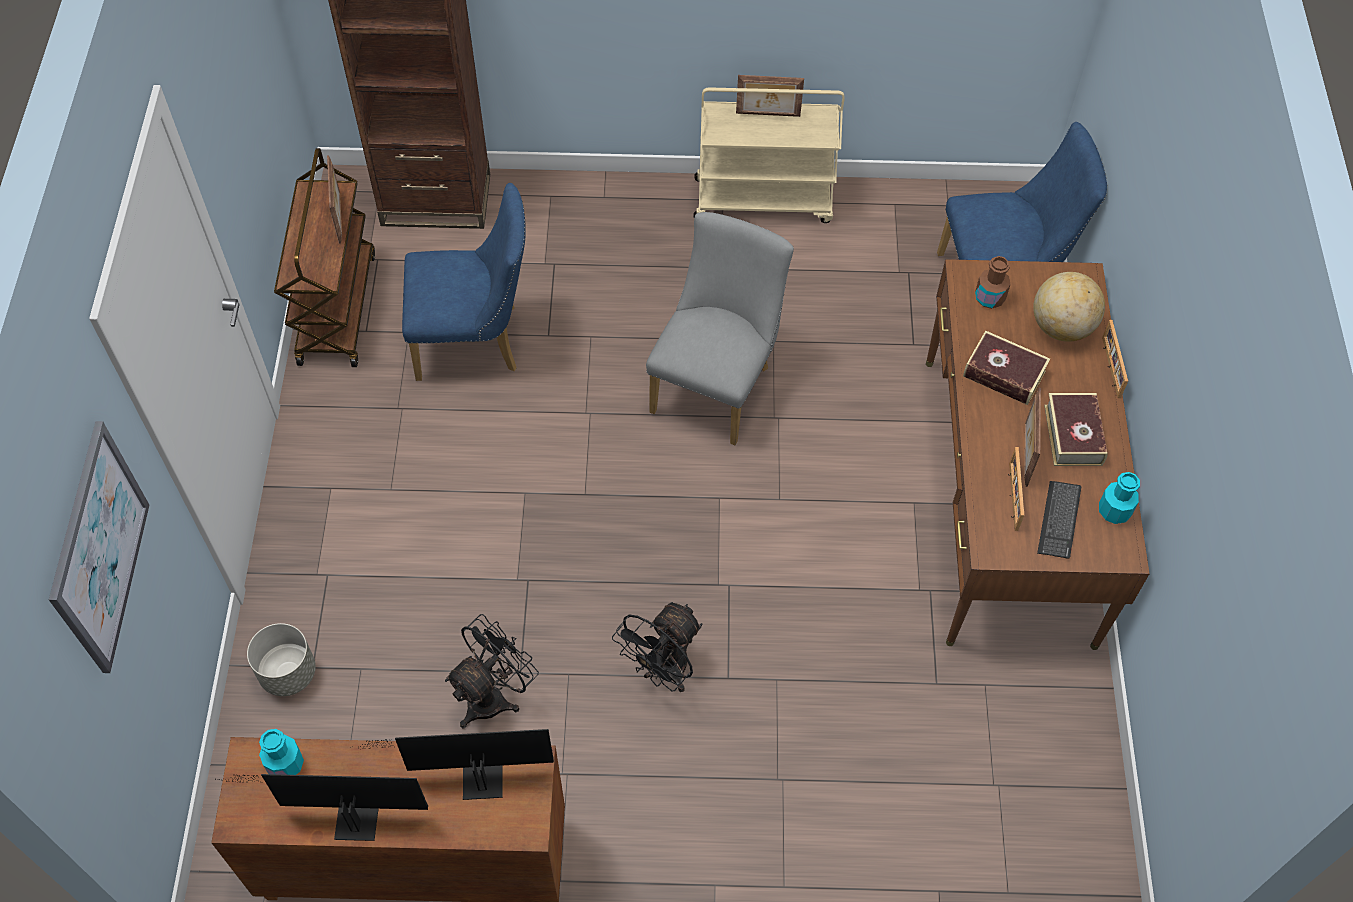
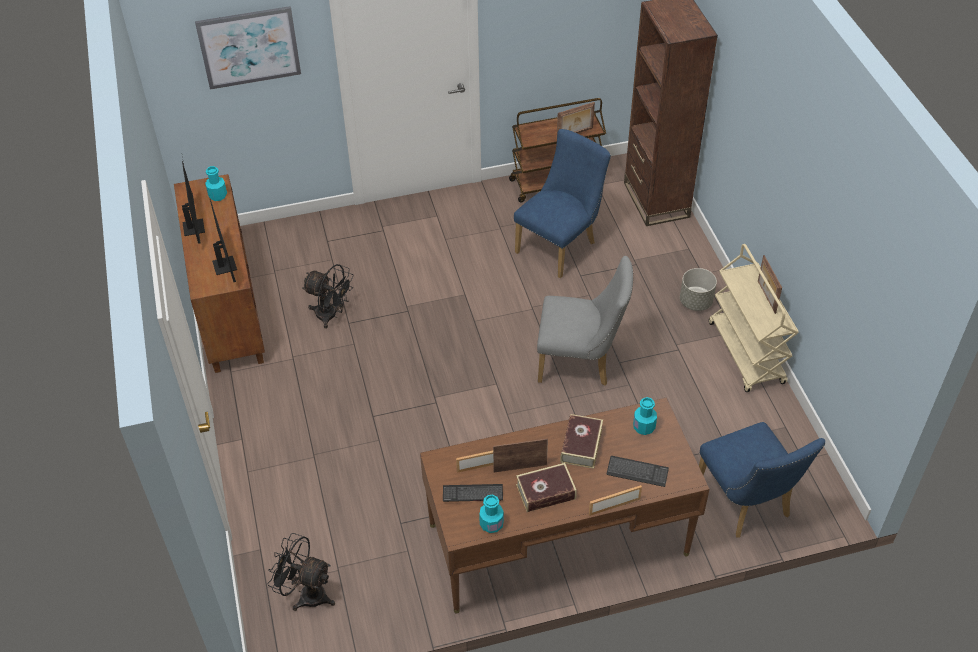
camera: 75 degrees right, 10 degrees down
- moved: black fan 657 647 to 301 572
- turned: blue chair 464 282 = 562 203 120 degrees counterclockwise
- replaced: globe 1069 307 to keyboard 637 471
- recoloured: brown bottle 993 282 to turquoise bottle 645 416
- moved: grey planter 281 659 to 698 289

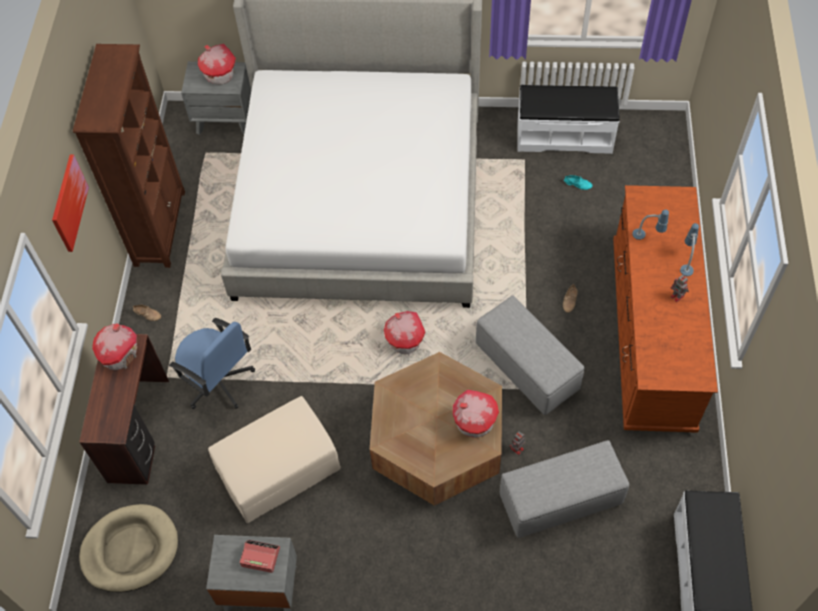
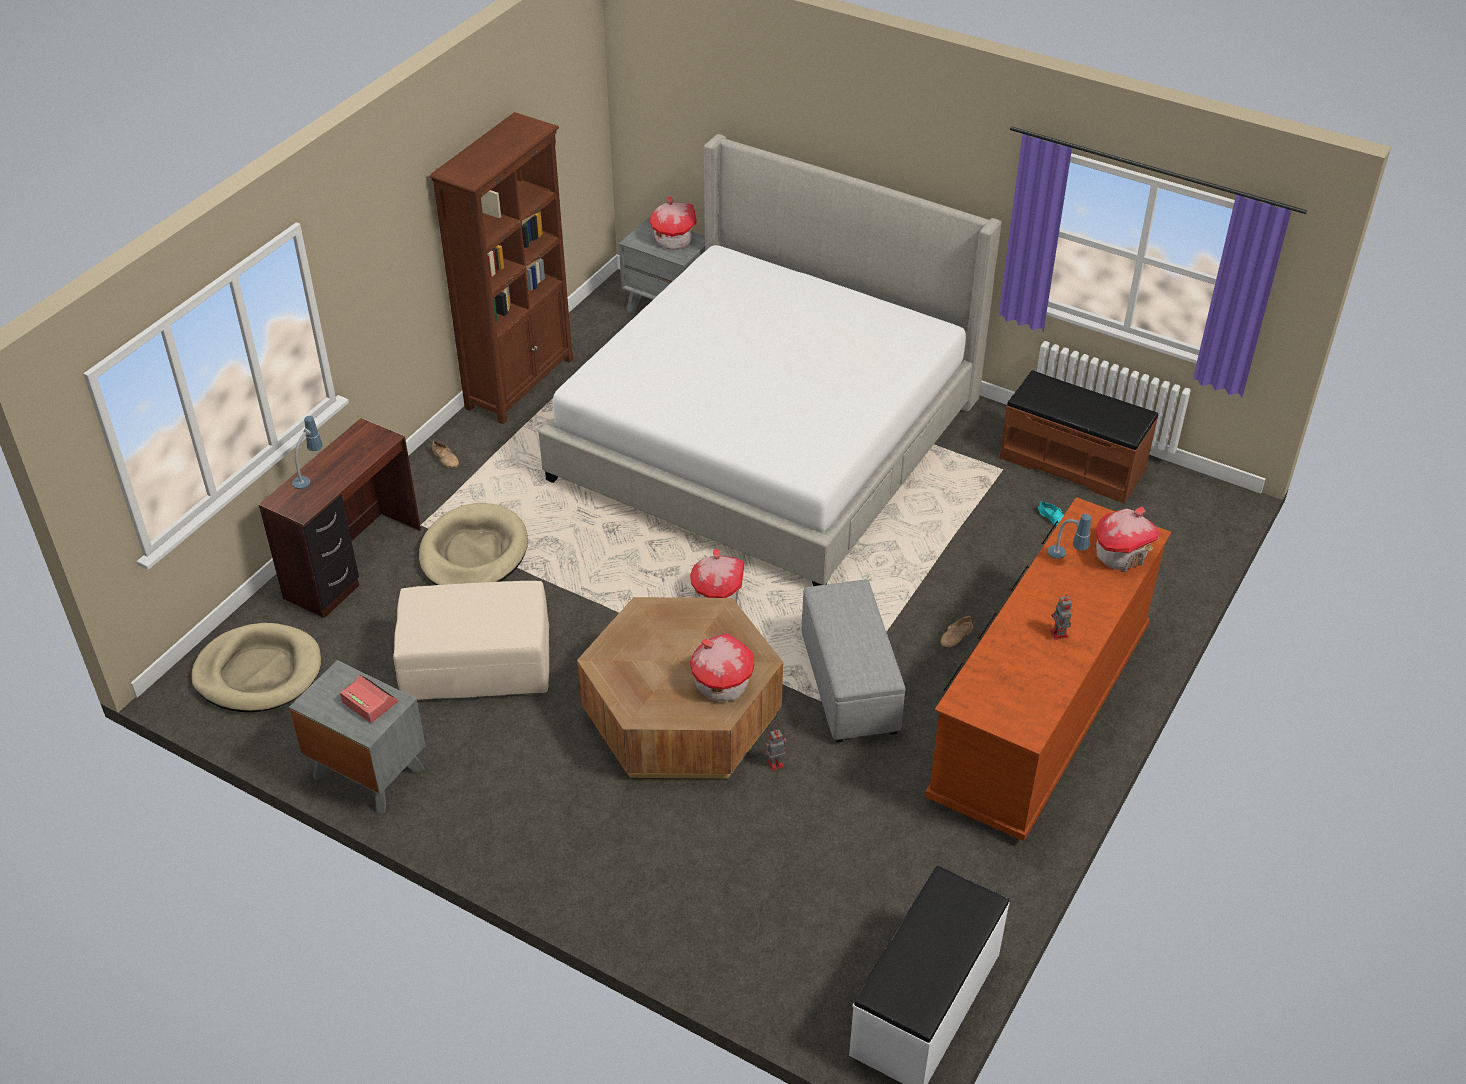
camera: 25 degrees right, 15 degrees down
- moved: table lamp 689 249 to 307 452
- replaced: blue office chair 212 363 to beige dog bed 473 544
- recoloured: white bench 568 119 to brown bench 1079 437
- moved: toy house 114 346 to 1127 539
- removed: picture 70 203
- removed: grey ottoman 564 489

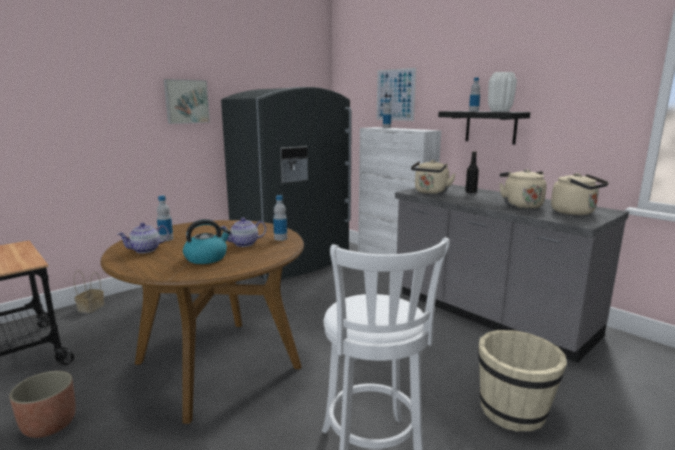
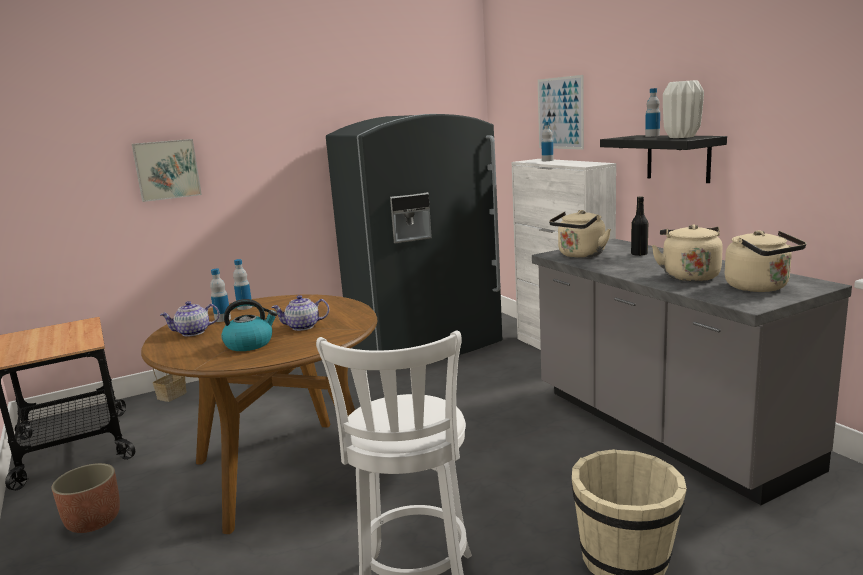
camera: 15 degrees right, 0 degrees up
- moved: picture 187 101 to 167 170
- moved: bottle 280 218 to 243 284

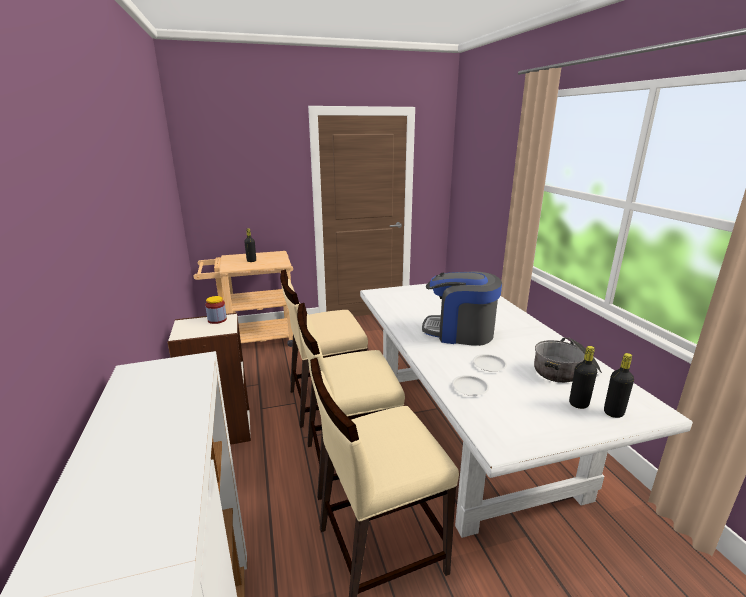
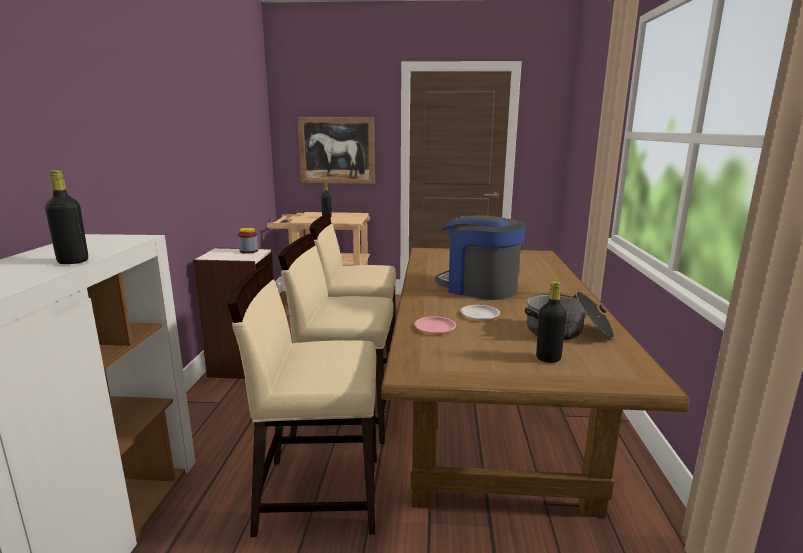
camera: 20 degrees right, 5 degrees down
- moved: black bottle 619 385 to 66 217
- added: picture 336 150
- recoloured: white dining table 526 411 to brown dining table 535 383
- recoloured: white plate 470 385 to pink plate 435 325

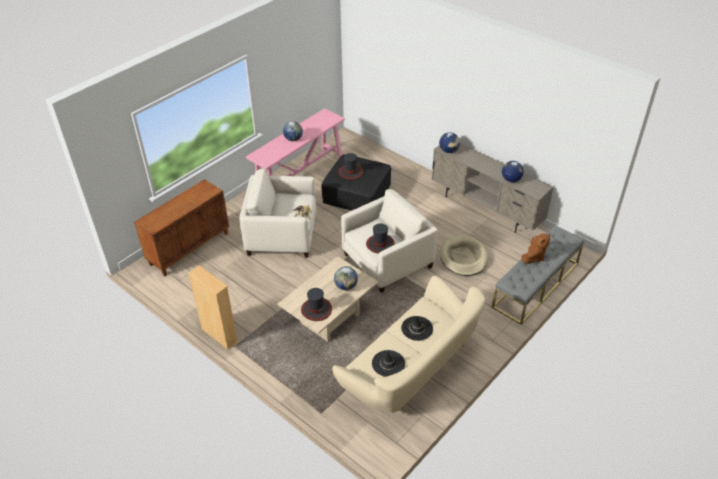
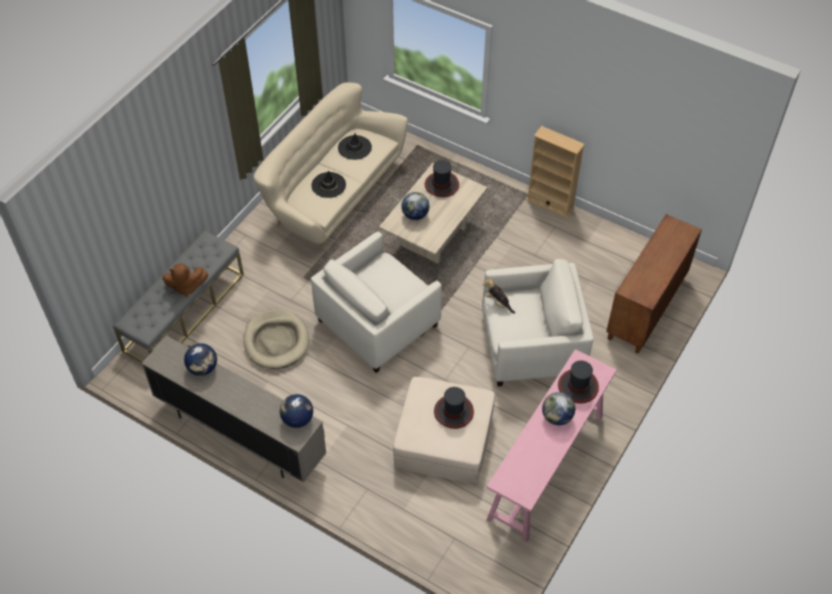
camera: 170 degrees right, 10 degrees up
- turned: brown plush toy 536 249 = 185 280 120 degrees counterclockwise
- recoloured: black ottoman 356 183 to beige ottoman 444 429
- moved: hat 380 238 to 578 382

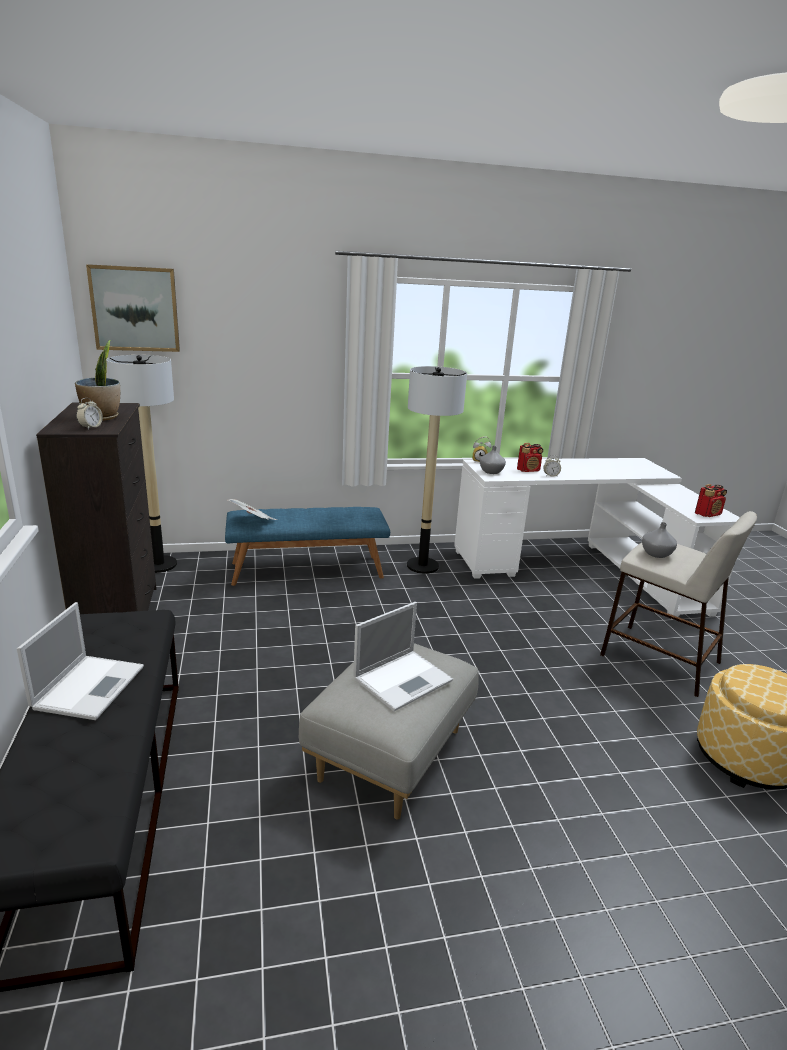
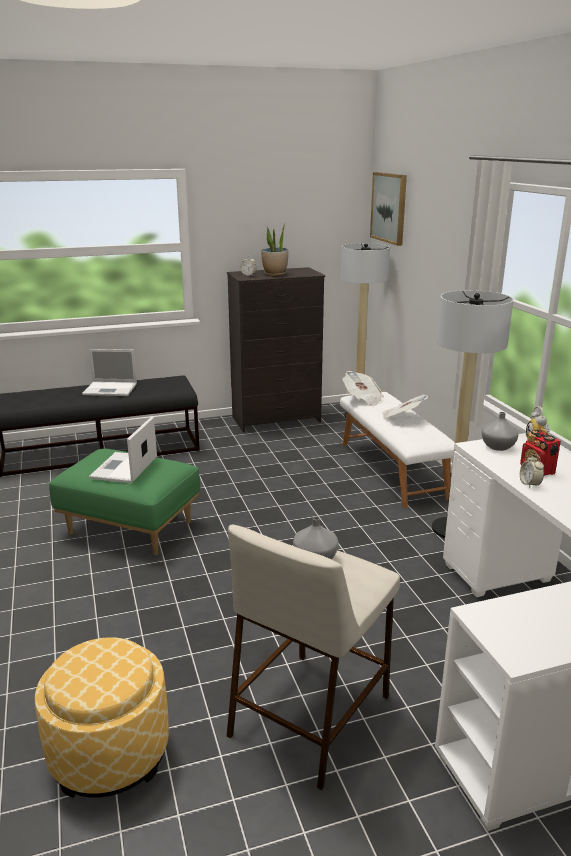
camera: 85 degrees right, 0 degrees up
- recoloured: grey ottoman 389 731 to green ottoman 124 502
- turned: laptop 403 656 = 123 450 60 degrees clockwise
- recoloured: blue bench 307 546 to white bench 397 450
- added: newspaper 405 406
- removed: radio 711 500

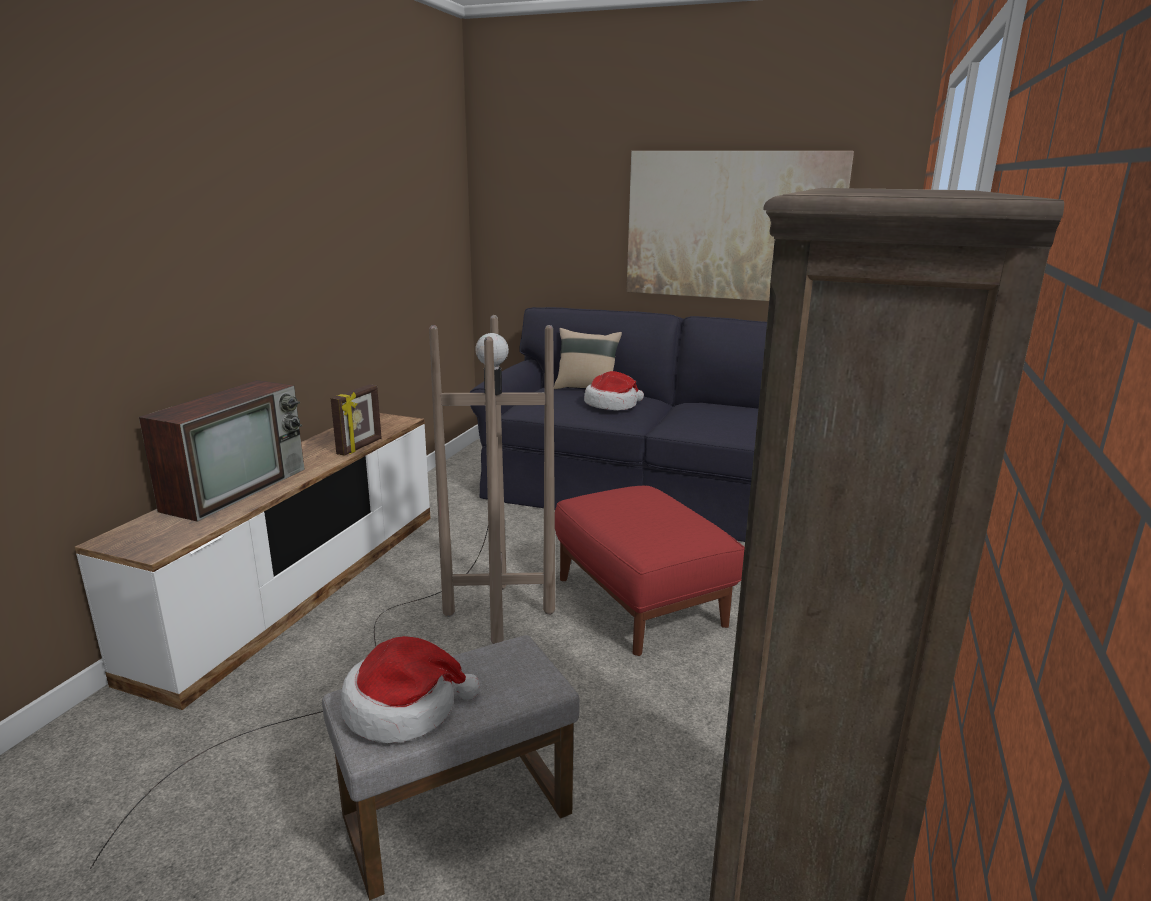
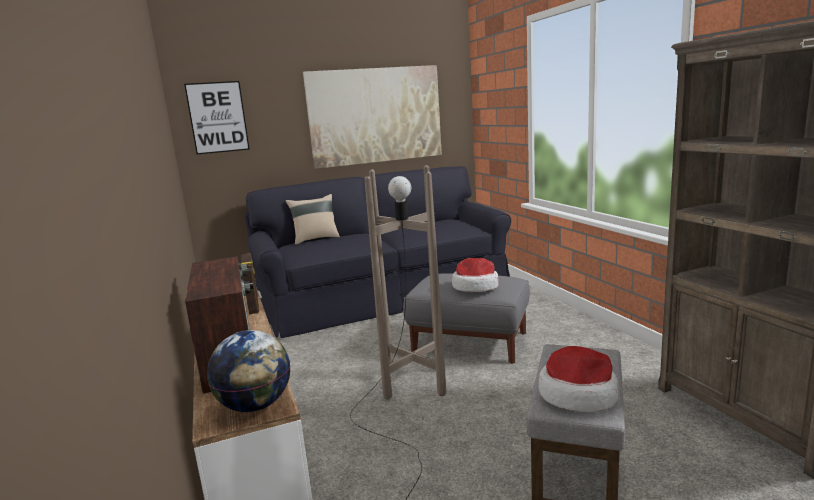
camera: 40 degrees left, 5 degrees down
- added: picture 217 117
- added: globe 248 371
- recoloured: red ottoman 650 571 to grey ottoman 466 318
- moved: hat 614 390 to 475 275

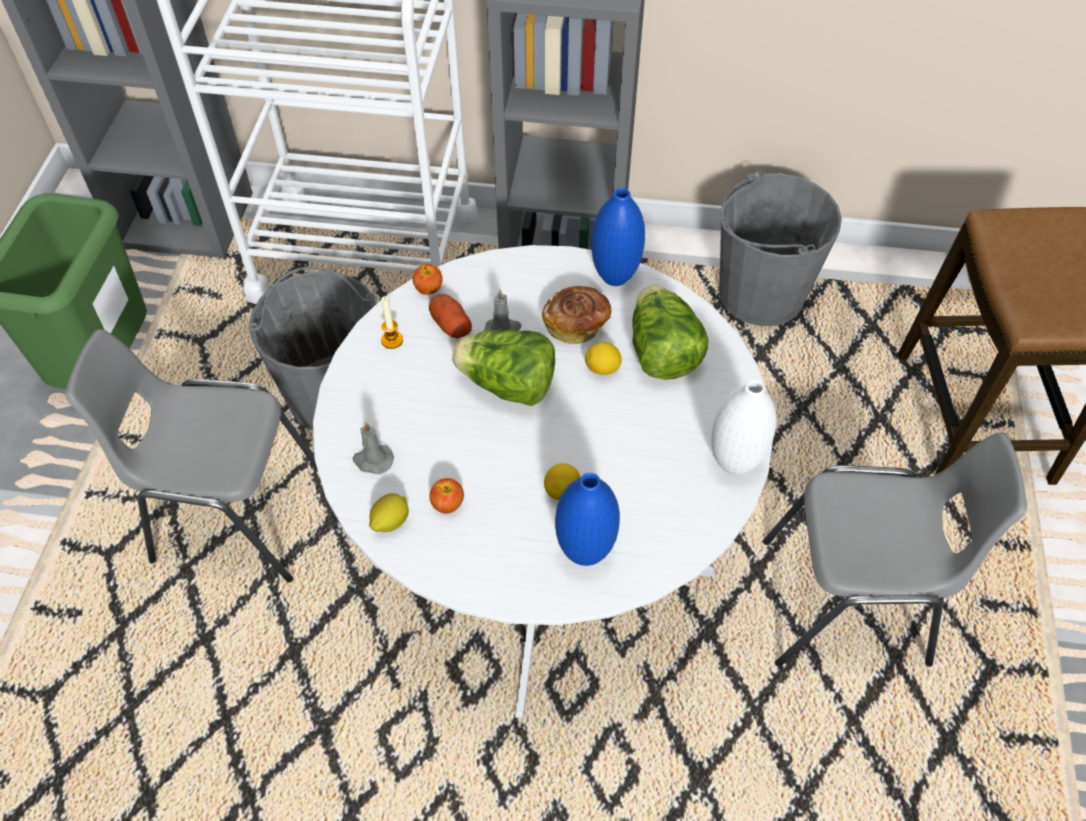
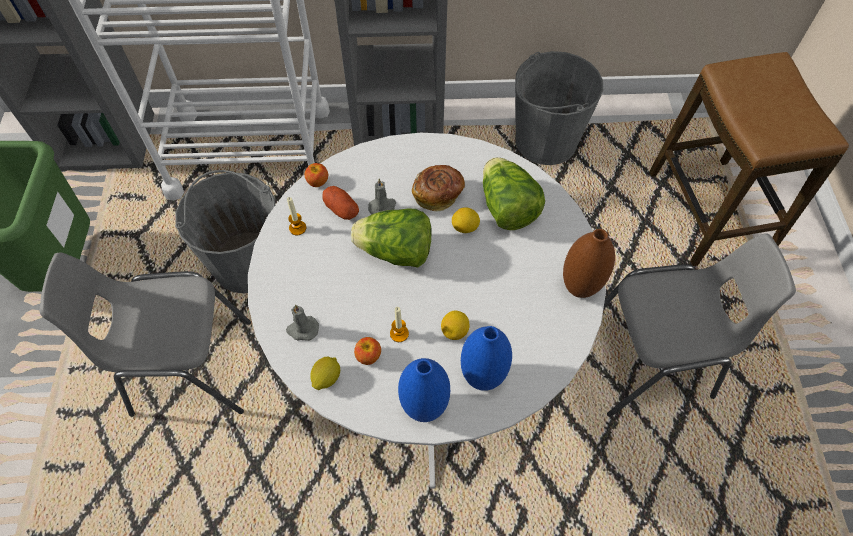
camera: 10 degrees left, 5 degrees up
- added: candle 399 324
- moved: blue vase 618 237 to 424 390
- recoloured: white vase 743 427 to brown vase 589 263

